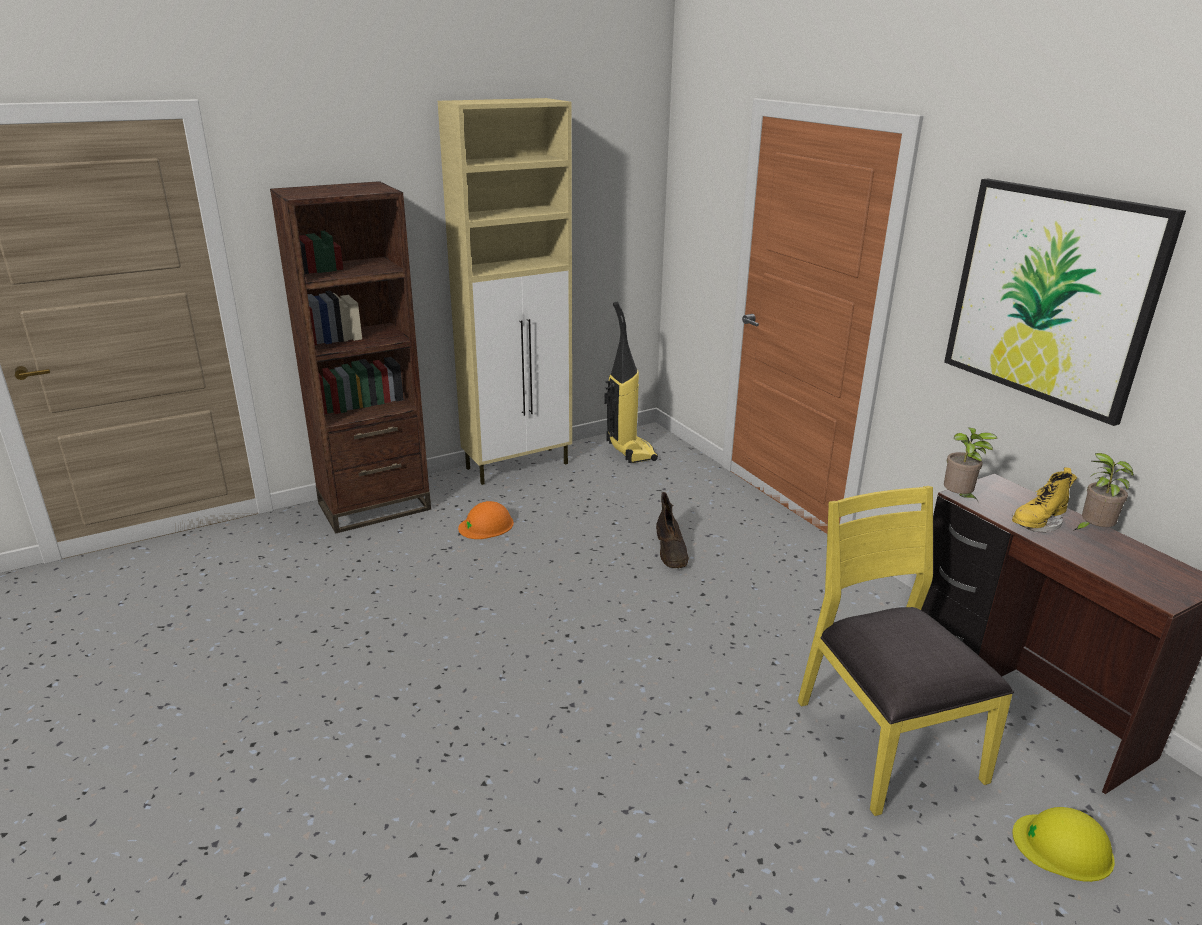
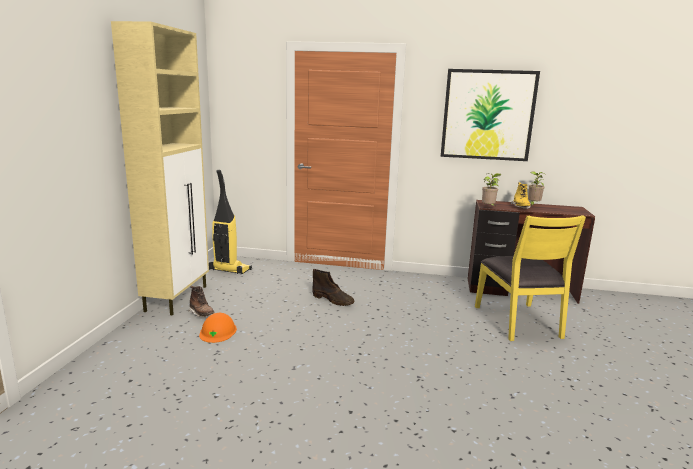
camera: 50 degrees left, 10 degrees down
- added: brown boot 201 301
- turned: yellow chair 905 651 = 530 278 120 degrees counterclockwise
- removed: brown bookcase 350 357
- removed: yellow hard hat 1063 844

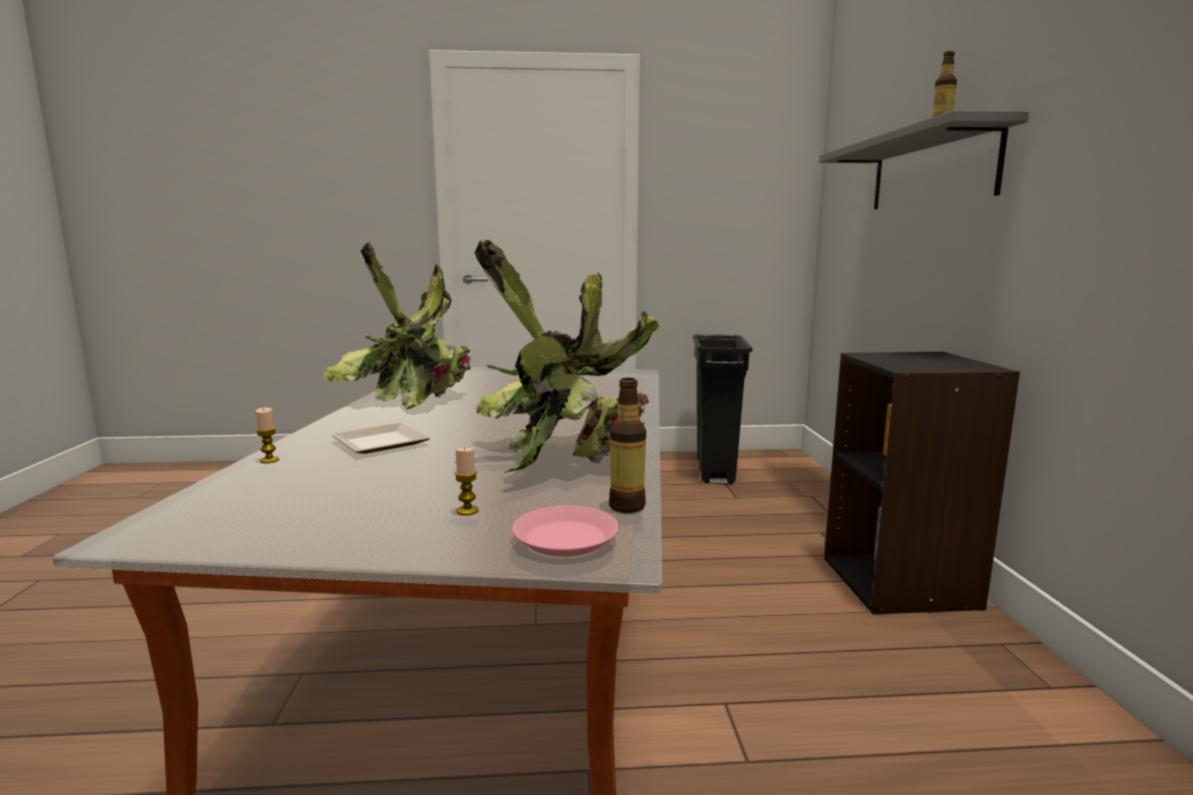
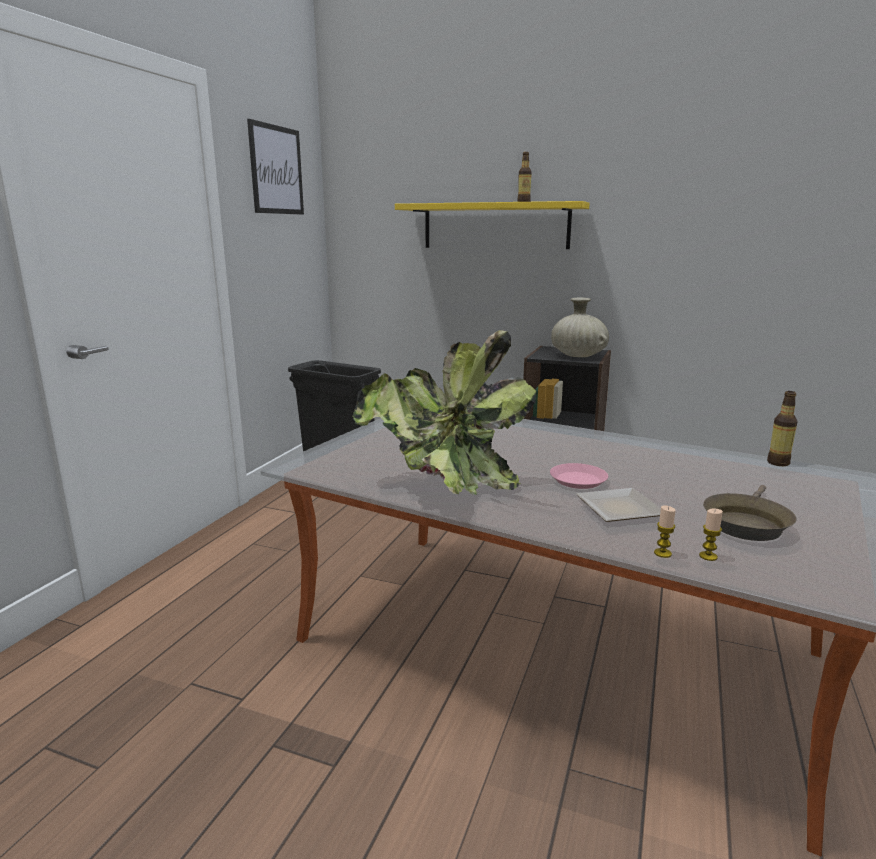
camera: 65 degrees left, 5 degrees up
- added: picture 275 167
- recoloured: grey shelf 924 159 to yellow shelf 492 225
- moved: pink plate 565 531 to 579 476
- added: beige vase 580 327
- moved: candle 466 482 to 711 535
- added: brown frying pan 749 513
- removed: potted plant 567 356

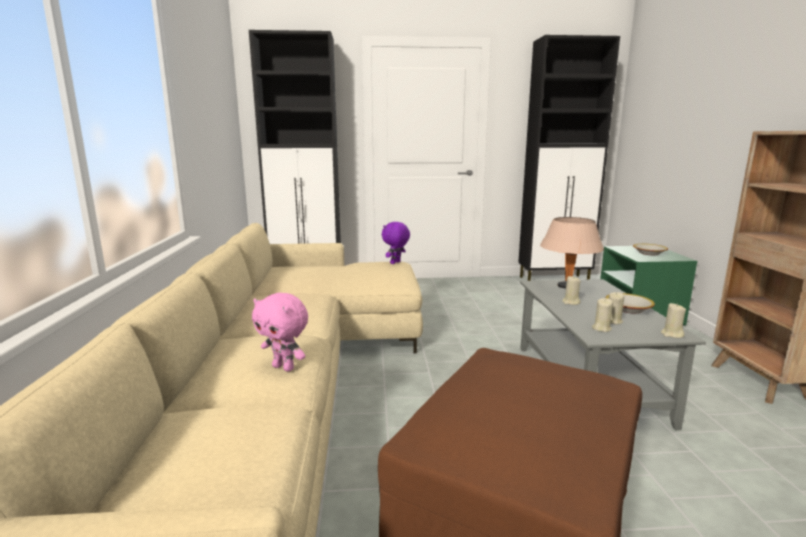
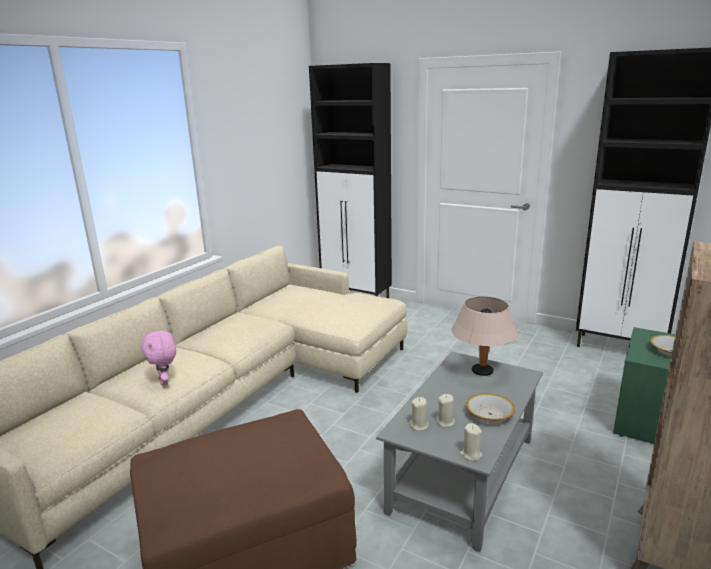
camera: 35 degrees right, 5 degrees up
- removed: purple plush toy 396 243
- removed: beige candle 571 290

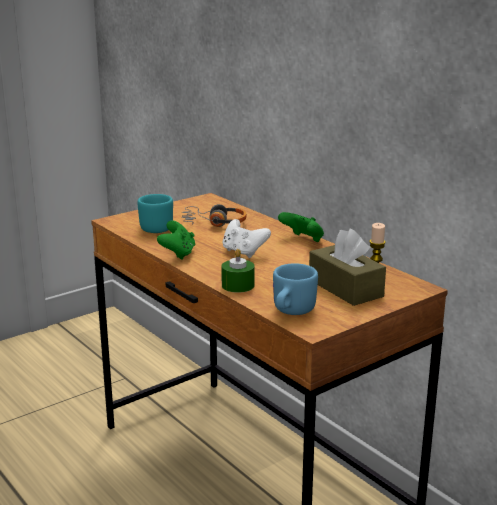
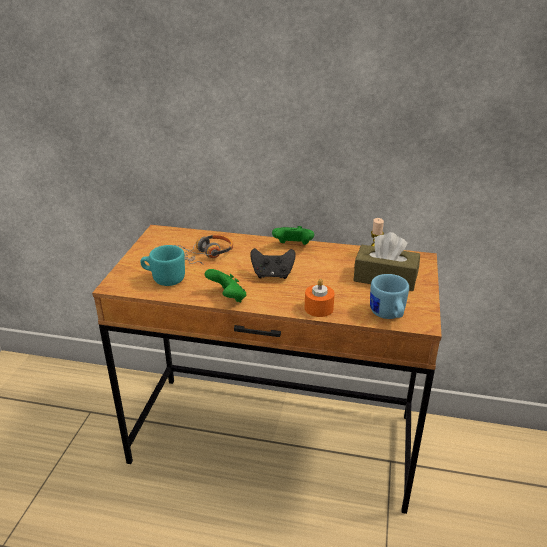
camera: 40 degrees left, 10 degrees up
- recoloured: white game controller 247 238 to black game controller 273 263
- recoloured: green candle 238 271 to orange candle 320 298

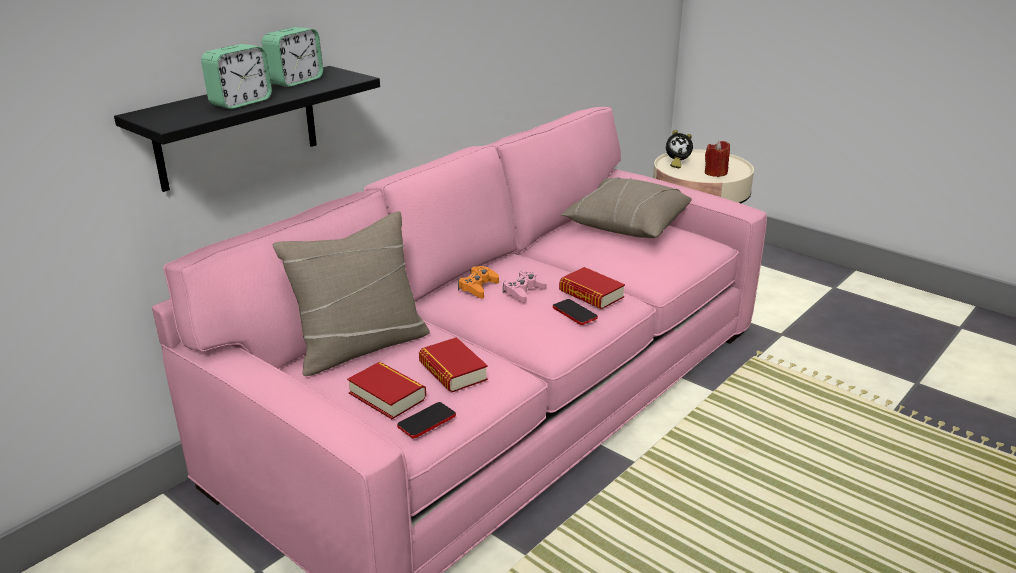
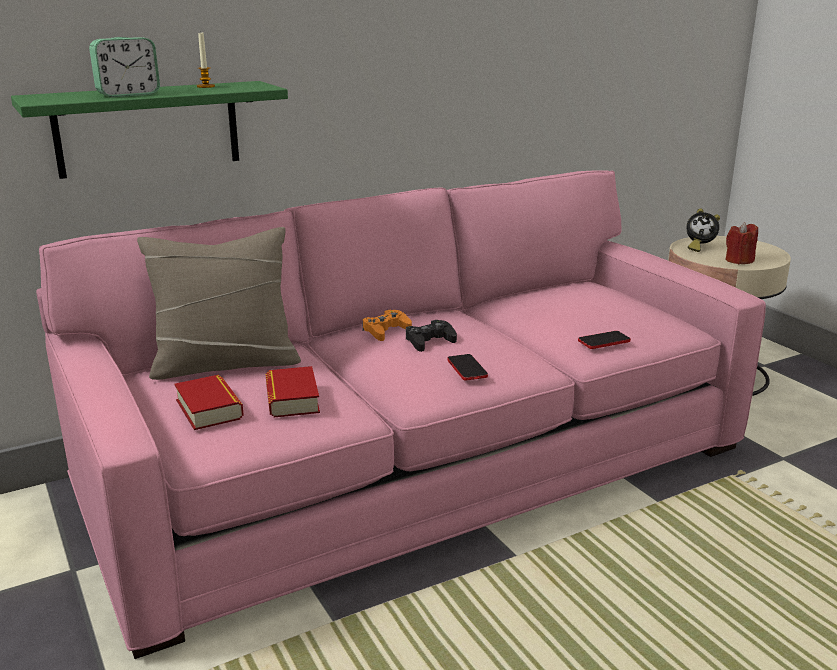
camera: 20 degrees right, 5 degrees down
- recoloured: black shelf 247 129 to green shelf 149 130
- replaced: alarm clock 292 57 to candle 206 60
- recoloured: pink game controller 525 286 to black game controller 431 336
- moved: phone 426 420 to 604 340
- removed: book 592 288
- removed: beige pillow 626 207

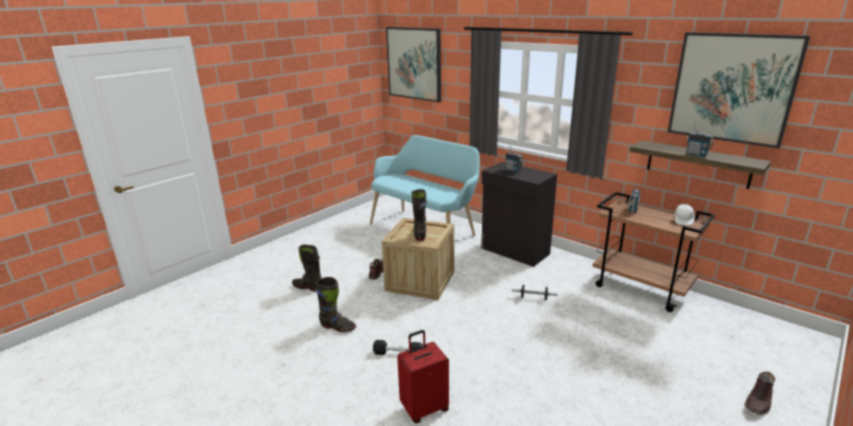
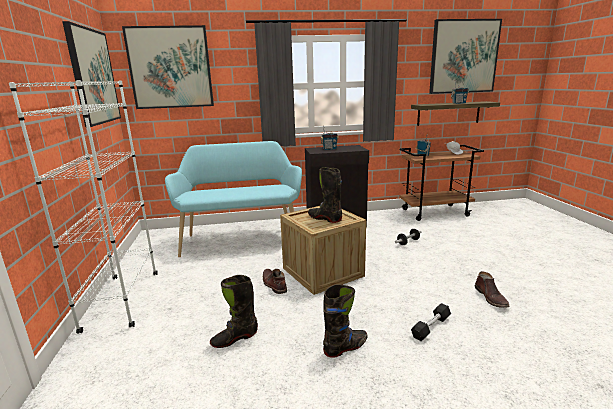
camera: 50 degrees left, 5 degrees down
- added: white bookcase 83 207
- added: picture 91 74
- moved: brown boot 760 393 to 492 289
- removed: red suitcase 423 376

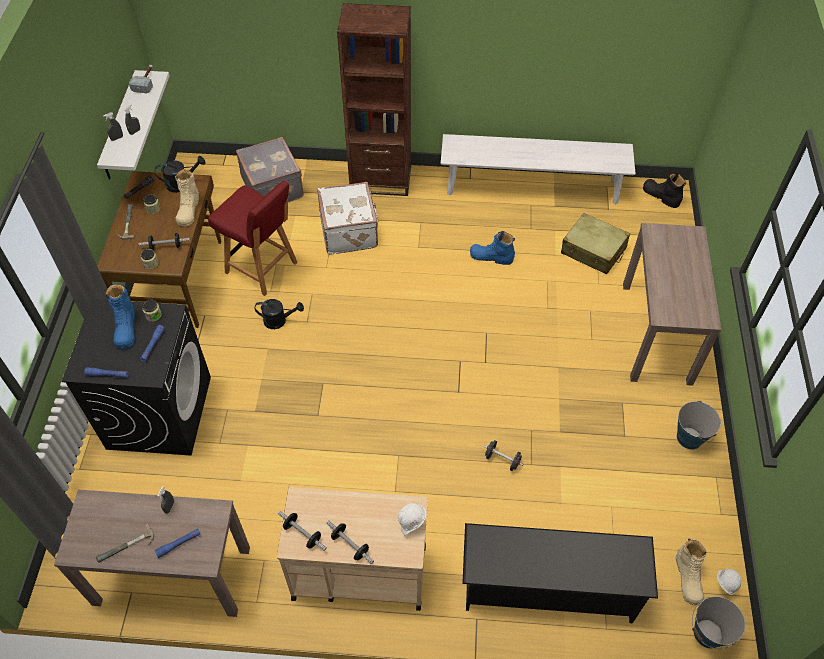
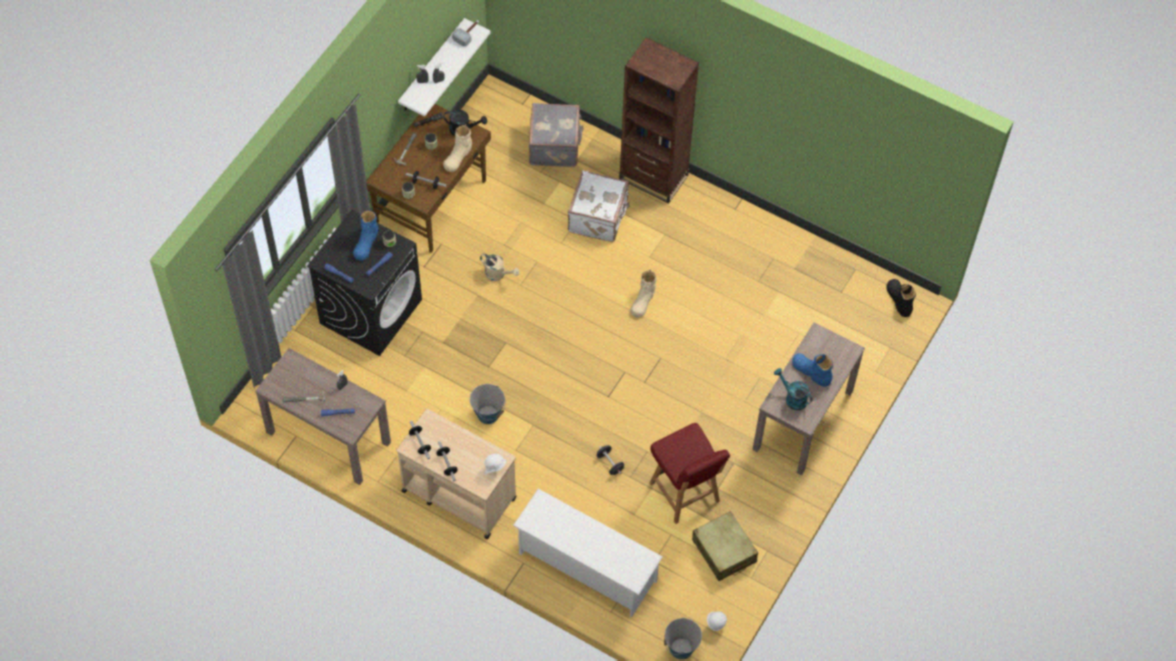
camera: 25 degrees right, 5 degrees up
- moved: bucket 699 425 to 487 404
- recoloured: black watering can 279 314 to beige watering can 500 267
- recoloured: black shoe rack 560 573 to white shoe rack 588 553
- moved: beige boot 691 571 to 643 293
- moved: red chair 253 238 to 690 473
- moved: beige suitcase 595 244 to 725 546
- added: turquoise watering can 793 389
- moved: blue boot 492 248 to 813 370
- removed: white bench 538 169

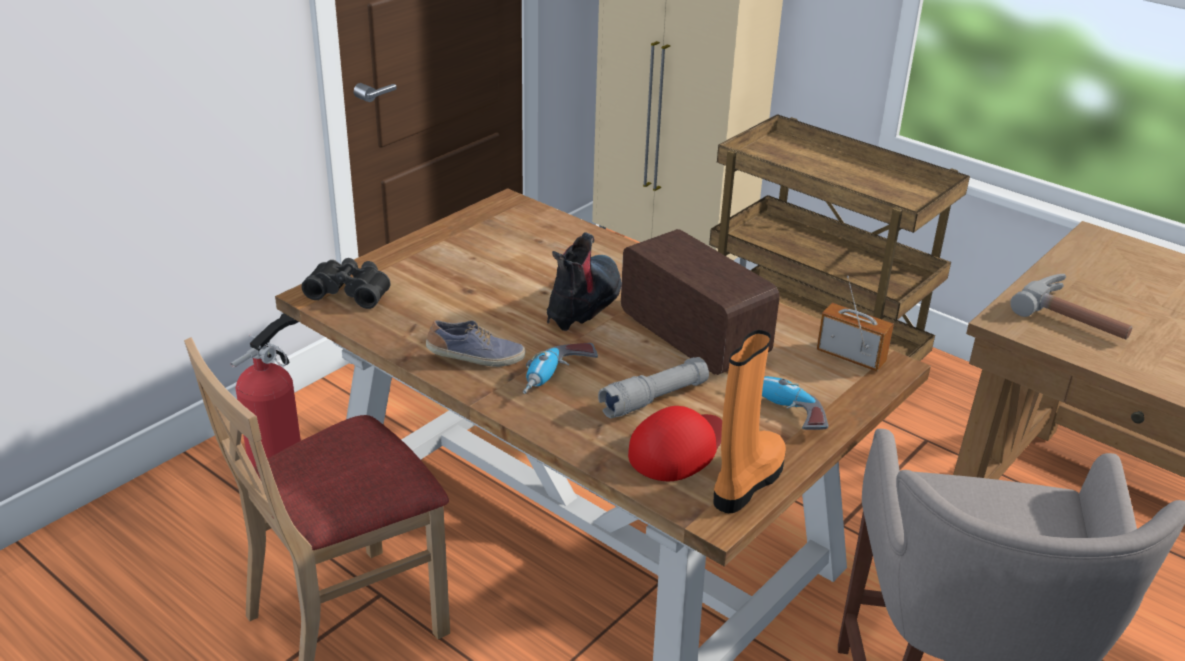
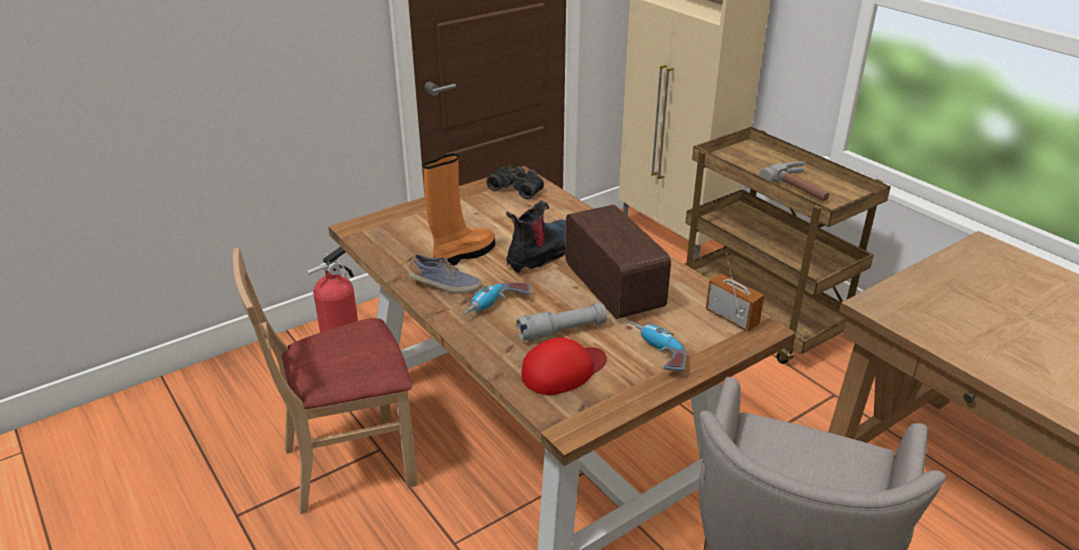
camera: 15 degrees right, 0 degrees up
- moved: orange boot 749 421 to 459 210
- moved: black binoculars 346 283 to 515 182
- moved: hammer 1071 306 to 794 181

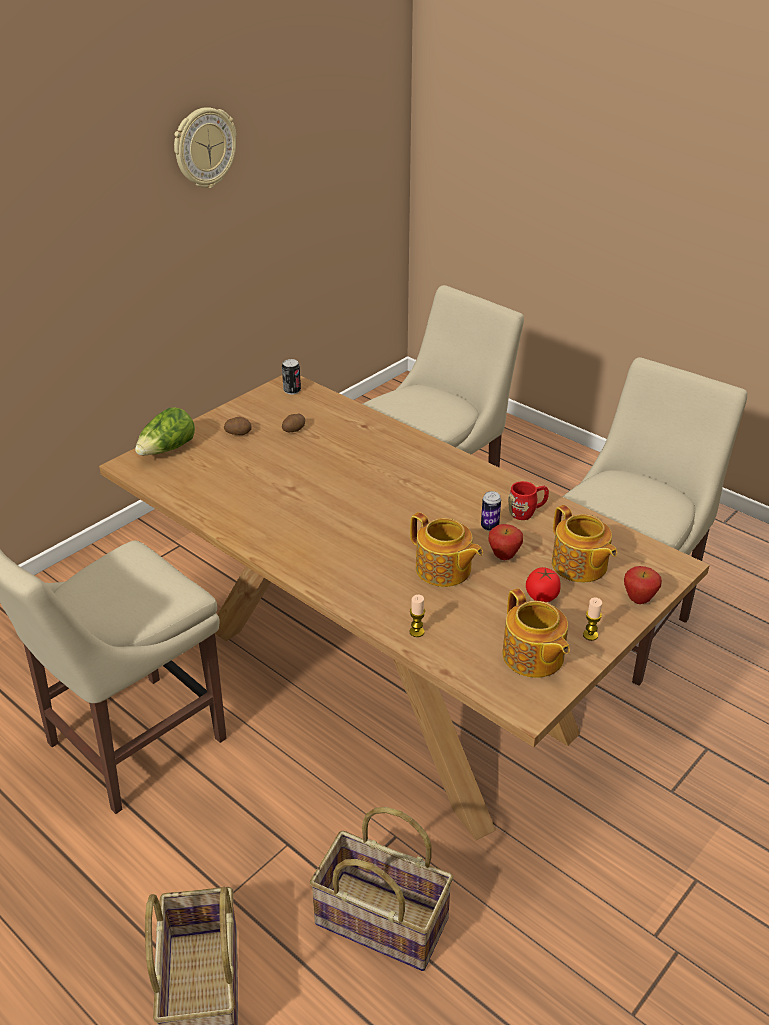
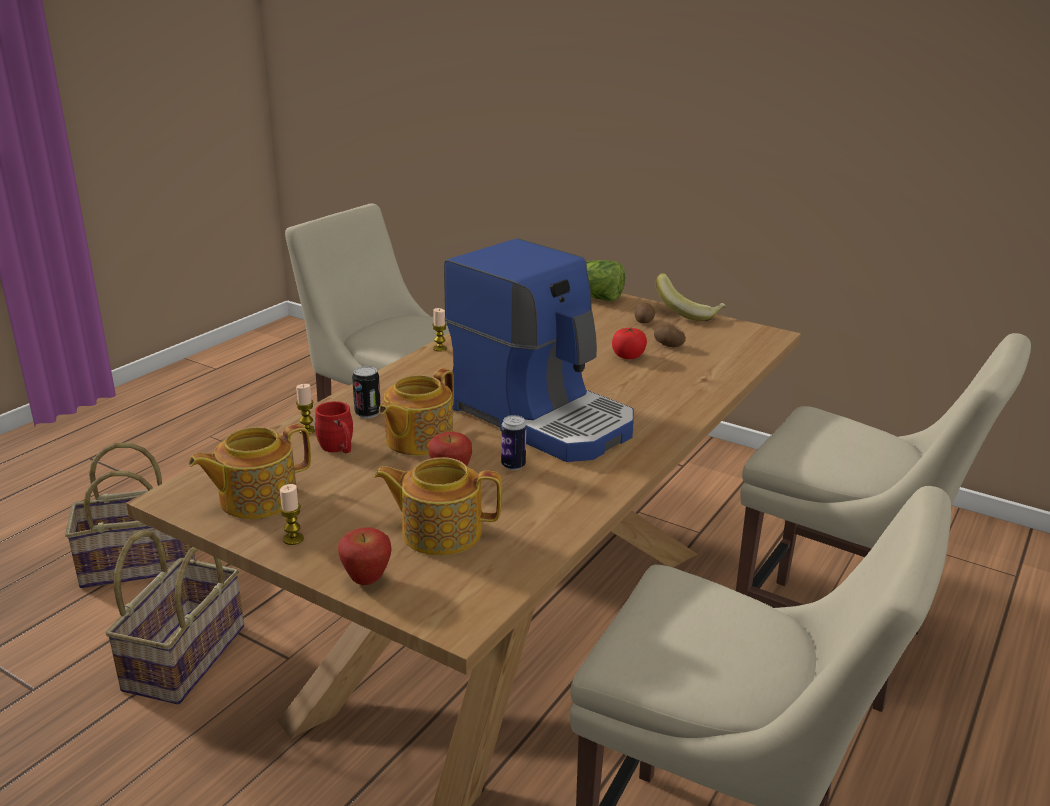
camera: 80 degrees right, 10 degrees down
- moved: red mug 528 500 to 333 427
- moved: can 291 377 to 366 392
- turned: teapot 584 544 = 438 506 45 degrees clockwise
- added: candle 439 330
- added: coffee machine 539 350
- moved: tomato 543 584 to 629 343
- added: banana 690 297
- removed: wall clock 205 147

